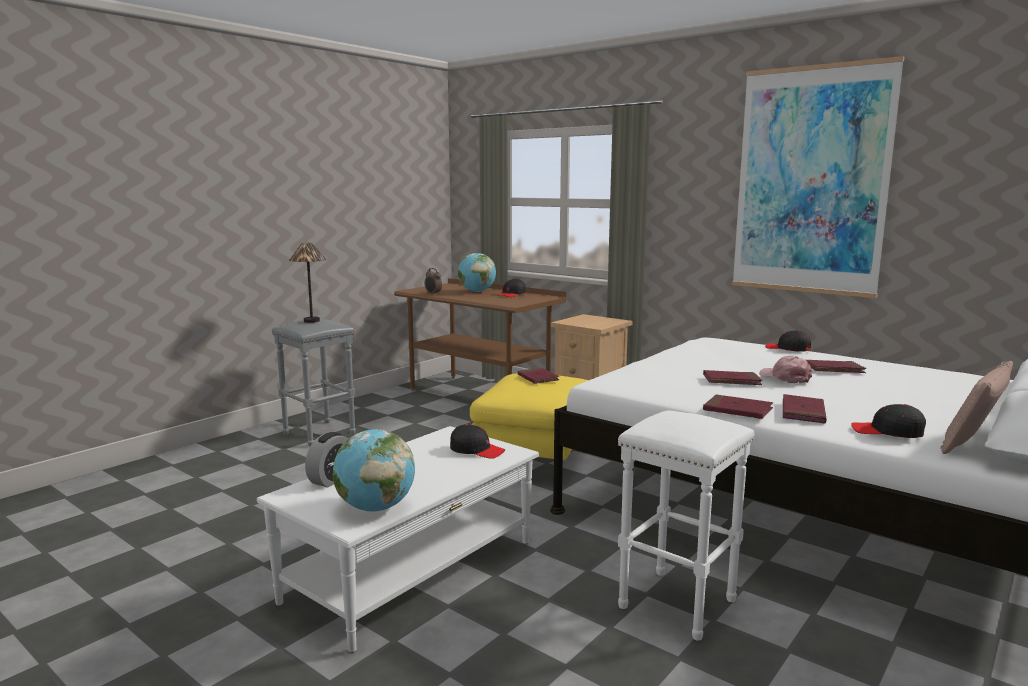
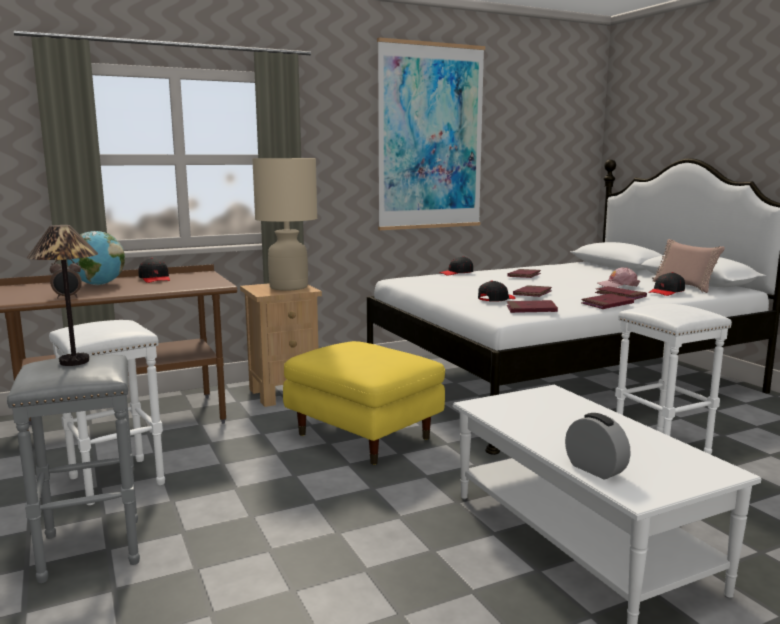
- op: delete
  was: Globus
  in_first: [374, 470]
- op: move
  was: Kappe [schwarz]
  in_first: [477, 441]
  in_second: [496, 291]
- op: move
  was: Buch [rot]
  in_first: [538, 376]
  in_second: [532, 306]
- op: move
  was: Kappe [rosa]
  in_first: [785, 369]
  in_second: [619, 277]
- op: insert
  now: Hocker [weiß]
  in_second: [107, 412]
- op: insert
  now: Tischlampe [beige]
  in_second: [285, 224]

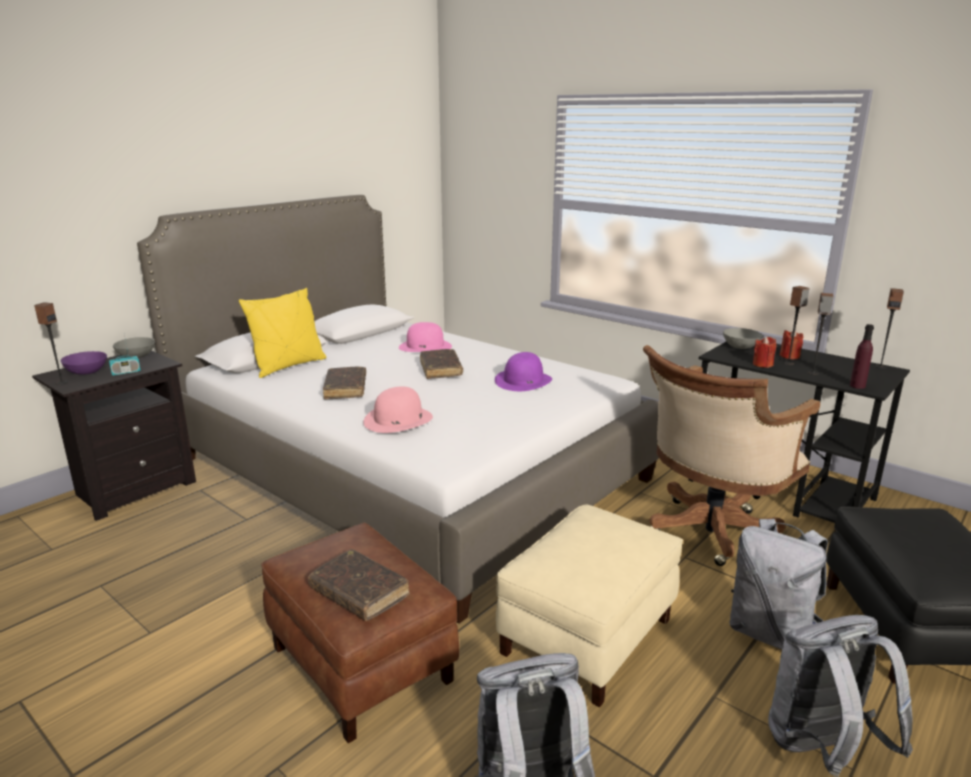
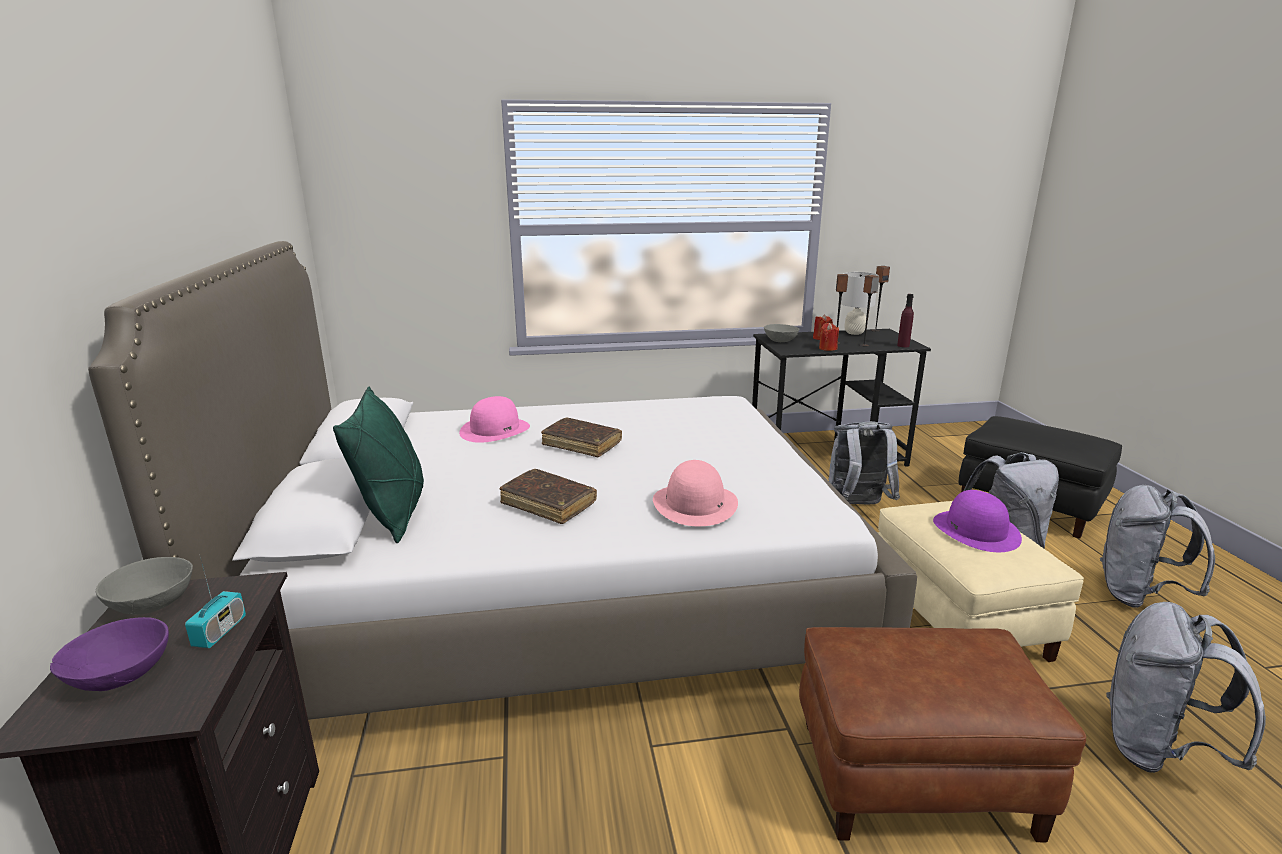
- op: delete
  was: Lautsprecher
  in_first: [51, 343]
- op: recolor
  was: Kissen [gelb]
  now: Kissen [grün]
  in_first: [282, 333]
  in_second: [378, 464]
- op: delete
  was: Buch [braun]
  in_first: [359, 585]
- op: move
  was: Hut [lila]
  in_first: [523, 371]
  in_second: [977, 521]
- op: replace
  was: Bürostuhl
  now: Rucksack [grau]
  in_first: [731, 455]
  in_second: [864, 463]
- op: insert
  now: Tischlampe [grau]
  in_second: [860, 303]

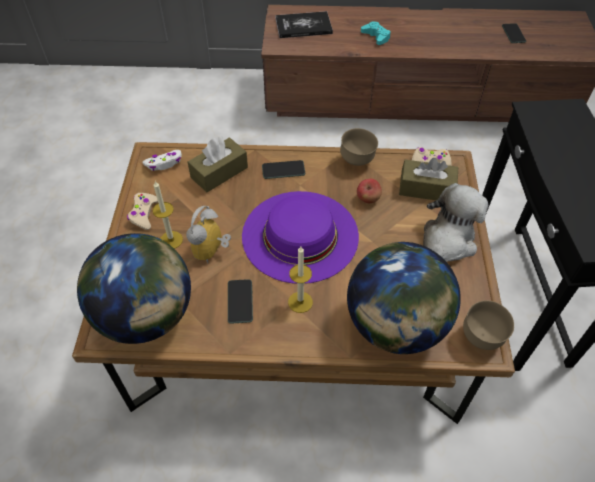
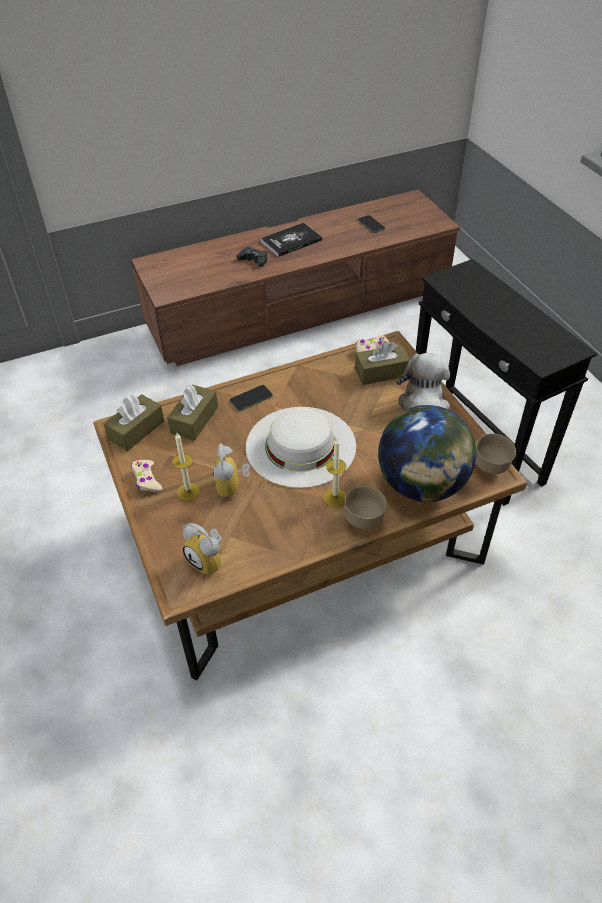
- op: replace
  was: Globus
  now: Wecker
  in_first: [134, 288]
  in_second: [202, 549]
- op: replace
  was: Gamepad [weiß]
  now: Taschentuchbox [braun]
  in_first: [162, 160]
  in_second: [134, 422]
- op: delete
  was: Handy
  in_first: [240, 301]
- op: recolor
  was: Hut [lila]
  now: Hut [weiß]
  in_first: [300, 237]
  in_second: [301, 447]
- op: move
  was: Buch
  in_first: [304, 24]
  in_second: [291, 239]
- op: move
  was: Schüssel [braun]
  in_first: [359, 147]
  in_second: [365, 507]
- op: delete
  was: Apfel
  in_first: [369, 191]
- op: recolor
  was: Gamepad [türkis]
  now: Gamepad [schwarz]
  in_first: [376, 33]
  in_second: [252, 256]

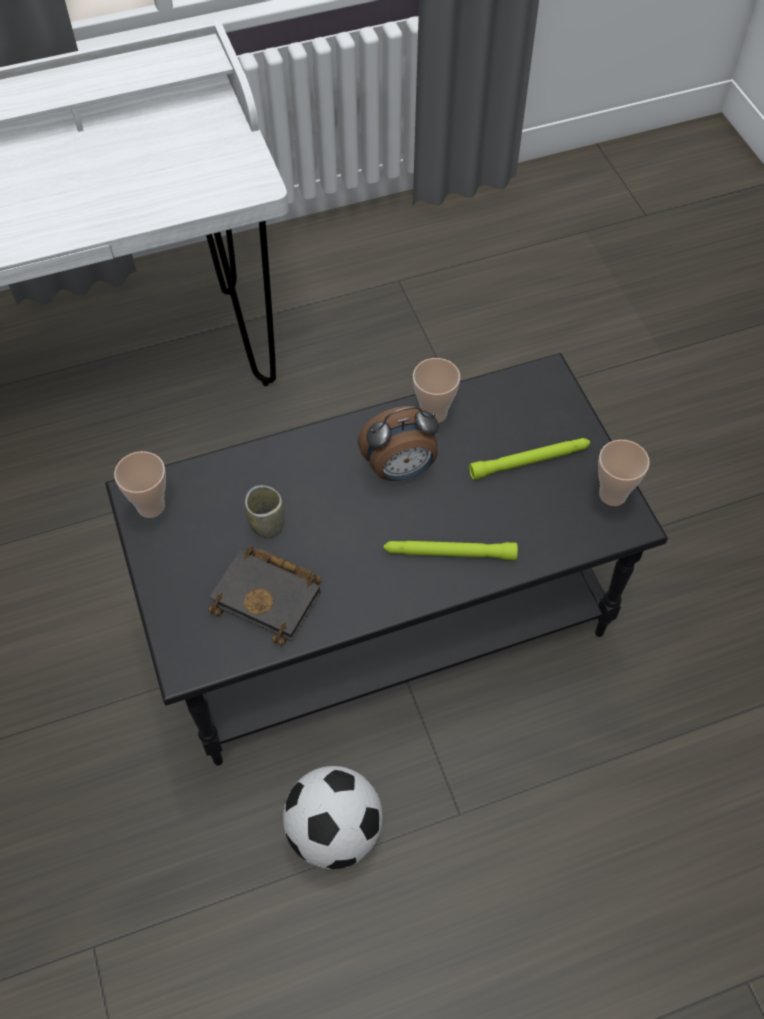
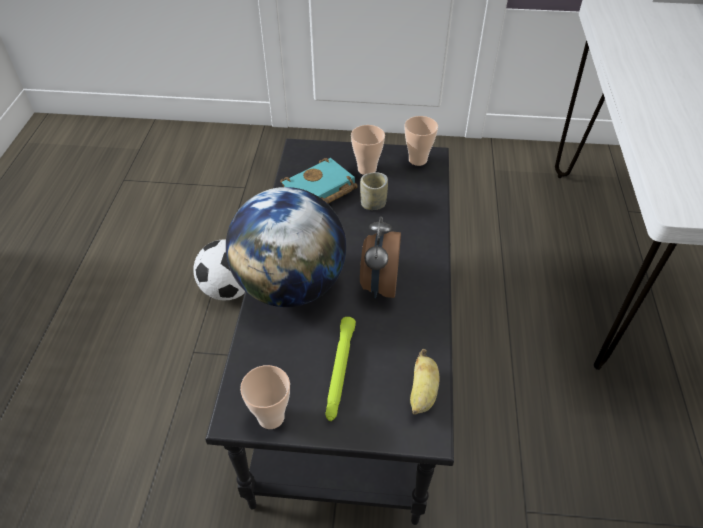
- op: recolor
  was: Buch [schwarz]
  now: Buch [türkis]
  in_first: [265, 596]
  in_second: [319, 181]
- op: replace
  was: Taschenlampe [grün]
  now: Globus
  in_first: [451, 550]
  in_second: [286, 247]
- op: move
  was: Tasse
  in_first: [436, 390]
  in_second: [368, 150]
- op: insert
  now: Banane
  in_second: [425, 381]

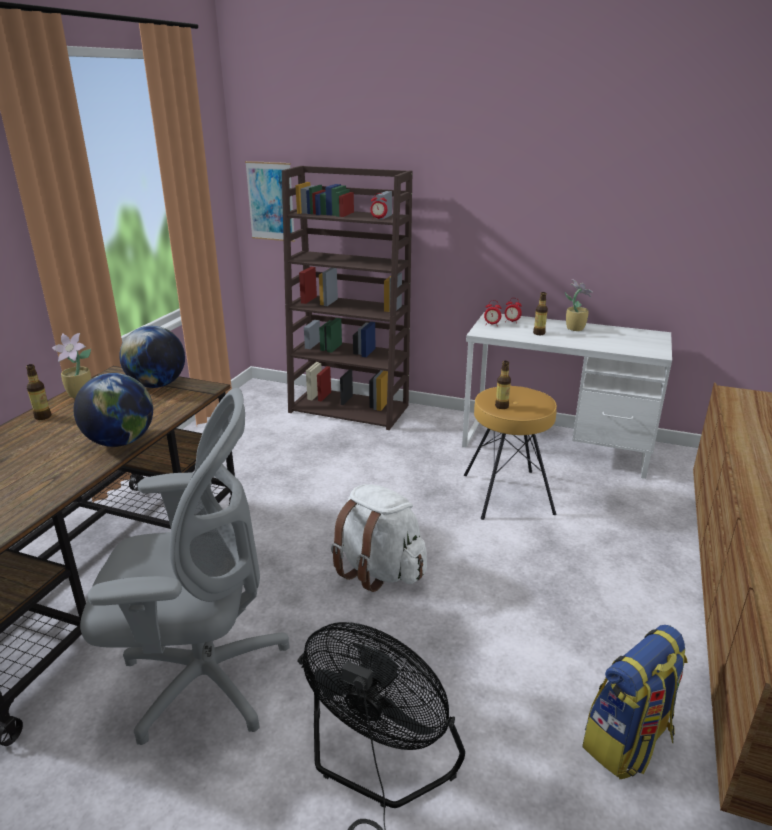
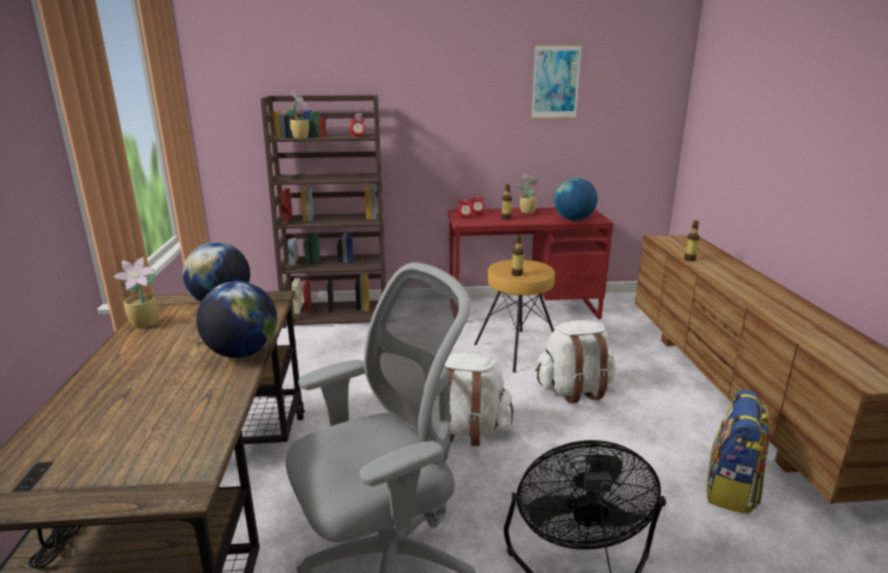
- op: move
  was: Flasche
  in_first: [38, 392]
  in_second: [691, 241]
- op: move
  was: Bild
  in_first: [270, 201]
  in_second: [556, 81]
- op: recolor
  was: Schreibtisch [weiß]
  now: Schreibtisch [rot]
  in_first: [567, 395]
  in_second: [530, 263]
- op: insert
  now: Topfpflanze
  in_second: [298, 114]
- op: insert
  now: Rucksack [weiß]
  in_second: [575, 361]
- op: insert
  now: Globus
  in_second: [576, 199]

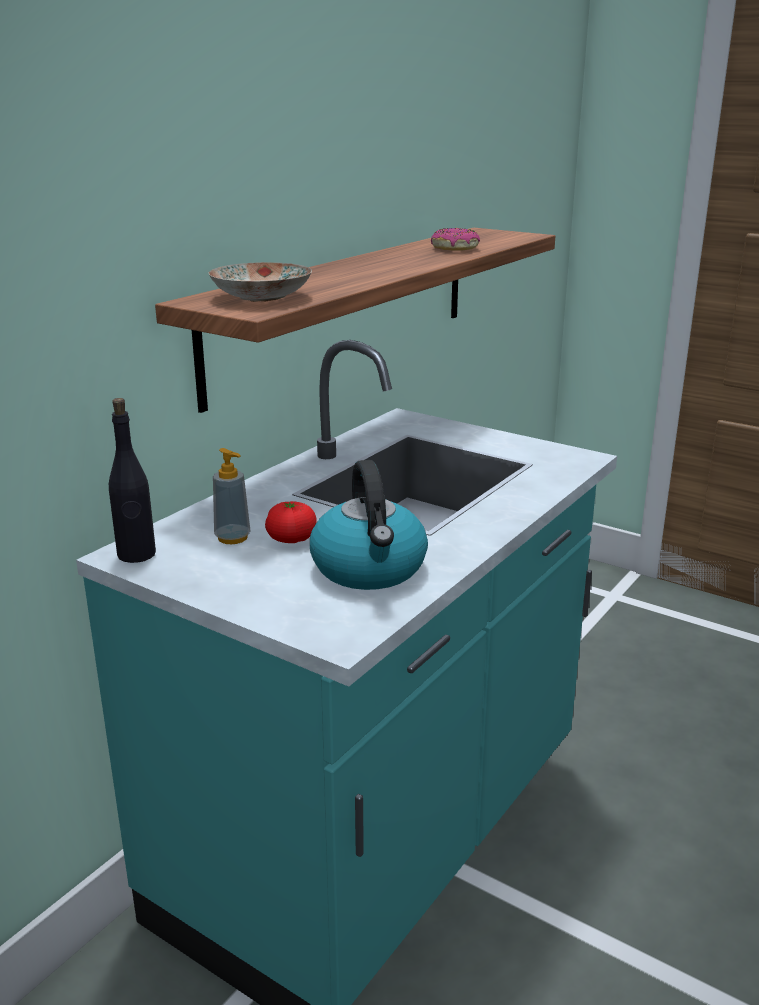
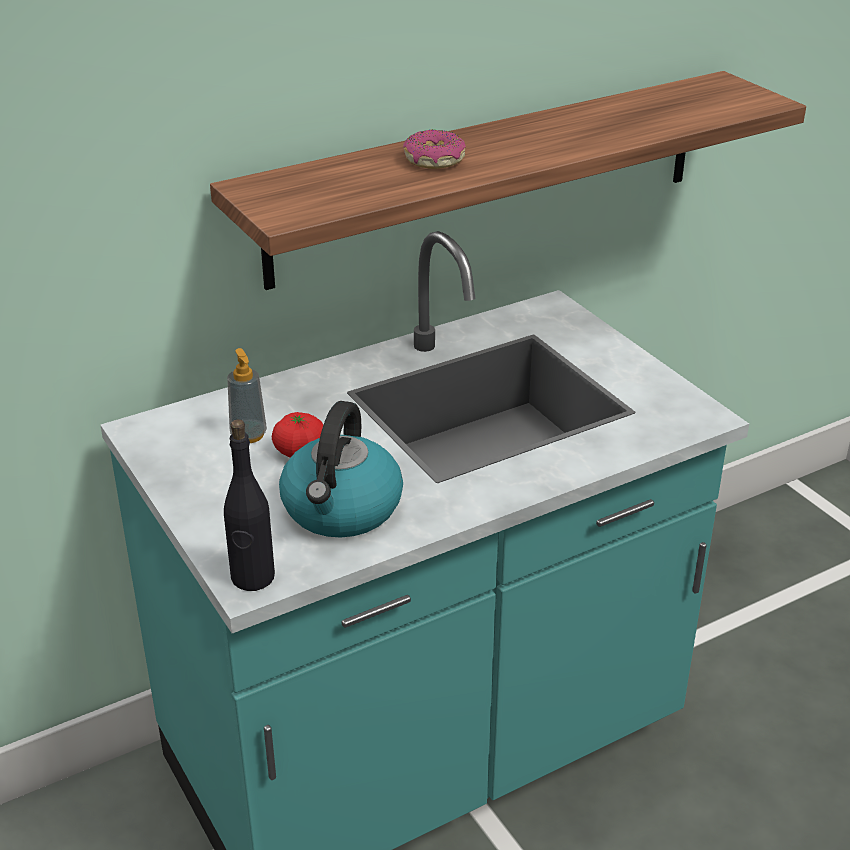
- op: move
  was: Flasche [schwarz]
  in_first: [132, 480]
  in_second: [249, 505]
- op: delete
  was: Teller
  in_first: [260, 282]
- op: move
  was: Donut
  in_first: [455, 239]
  in_second: [434, 149]

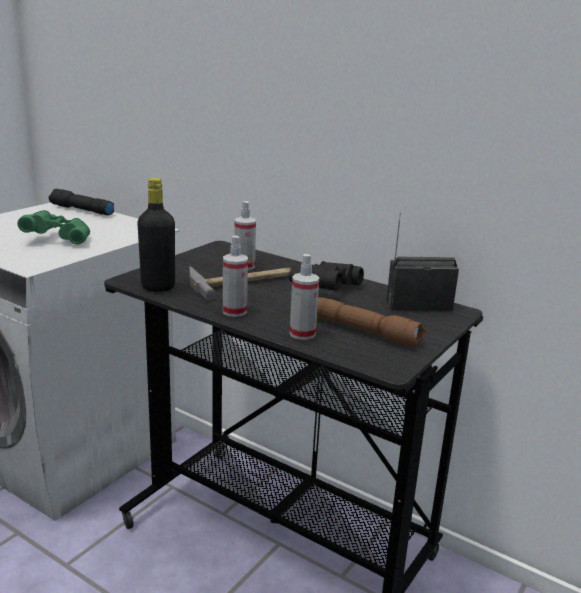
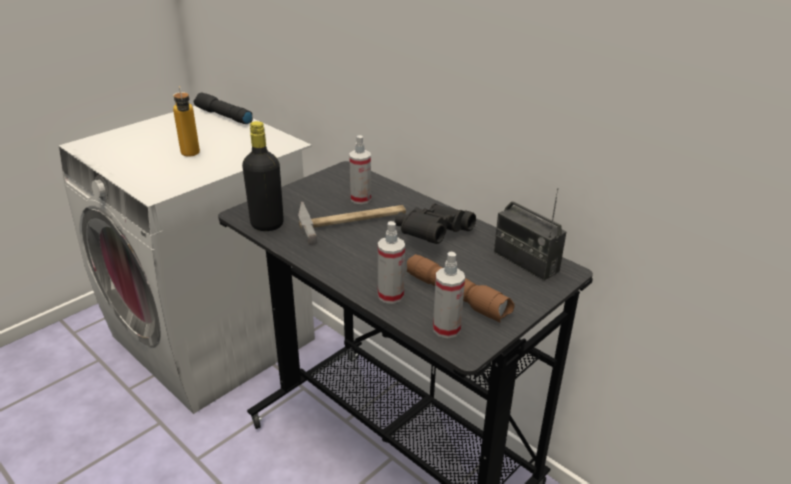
- op: replace
  was: Fernglas [grün]
  now: Flasche
  in_first: [53, 227]
  in_second: [186, 121]
- op: move
  was: Sprühflasche
  in_first: [235, 276]
  in_second: [449, 294]
- op: rotate
  was: Radio
  in_first: [422, 262]
  in_second: [530, 234]
  clockwise: -135

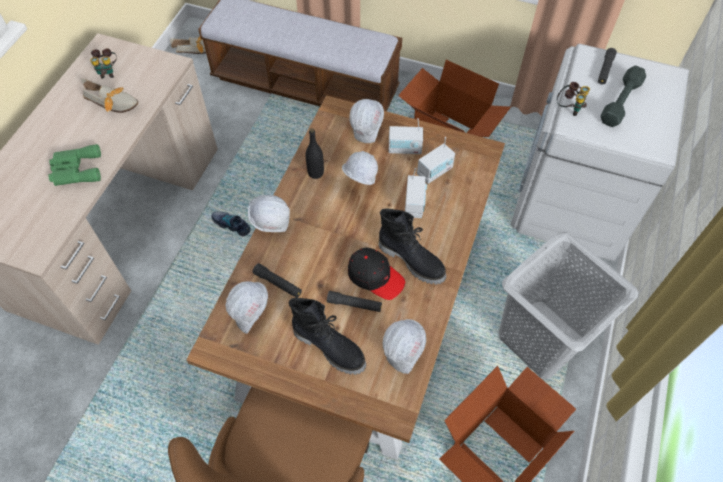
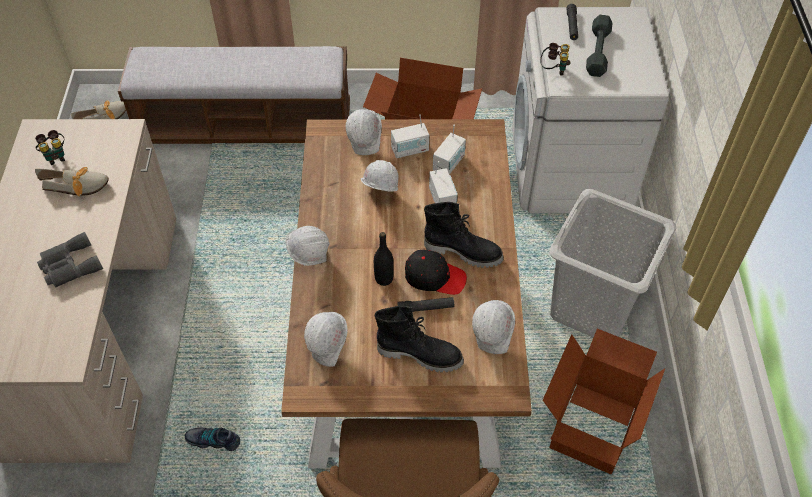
- op: recolor
  was: Fernglas [grün]
  now: Fernglas [grau]
  in_first: [74, 165]
  in_second: [70, 260]
- op: move
  was: Schuh
  in_first: [231, 224]
  in_second: [212, 439]
- op: delete
  was: Taschenlampe [schwarz]
  in_first: [277, 280]
- op: move
  was: Flasche [schwarz]
  in_first: [315, 153]
  in_second: [384, 259]

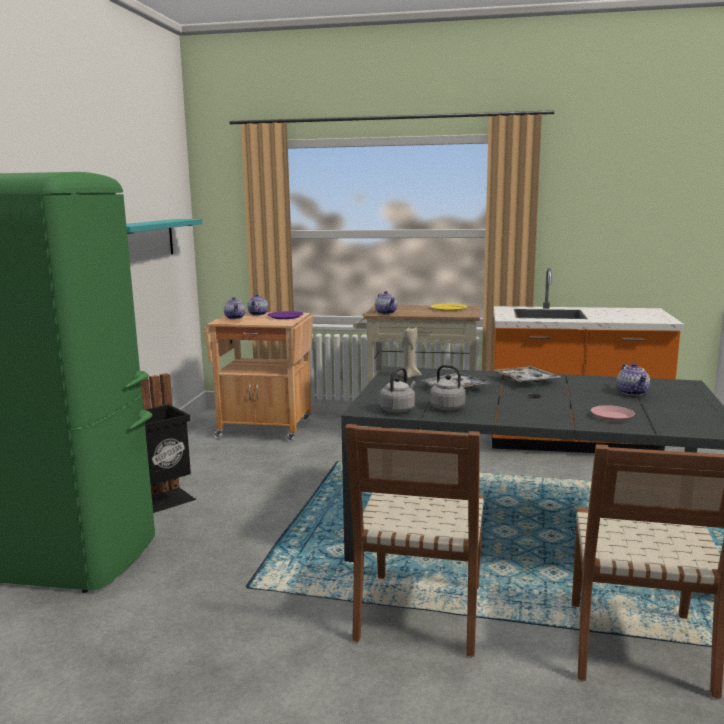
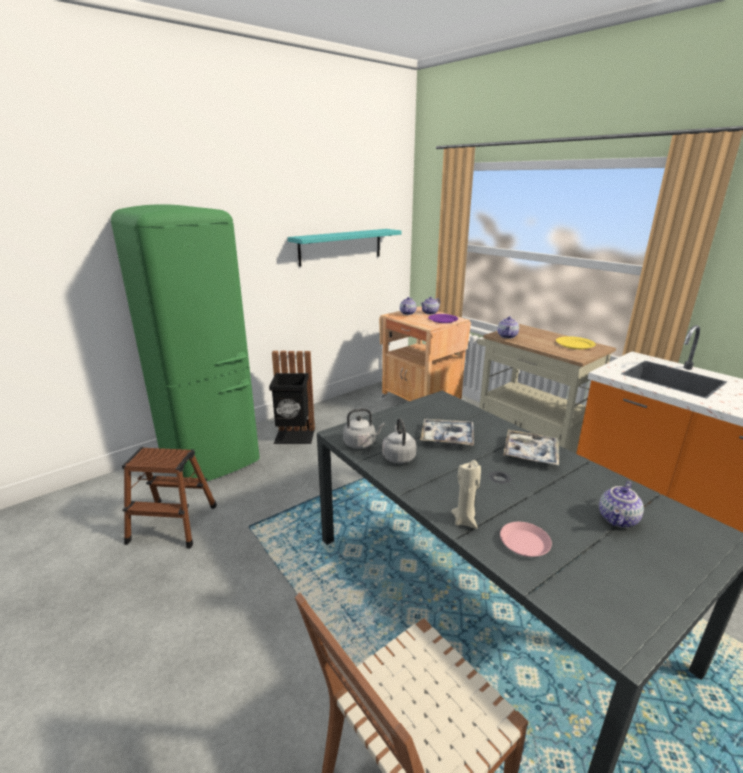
- op: delete
  was: Stuhl
  in_first: [414, 540]
- op: move
  was: Kerze [beige]
  in_first: [409, 353]
  in_second: [466, 494]
- op: insert
  now: Trittleiter [braun]
  in_second: [169, 498]

